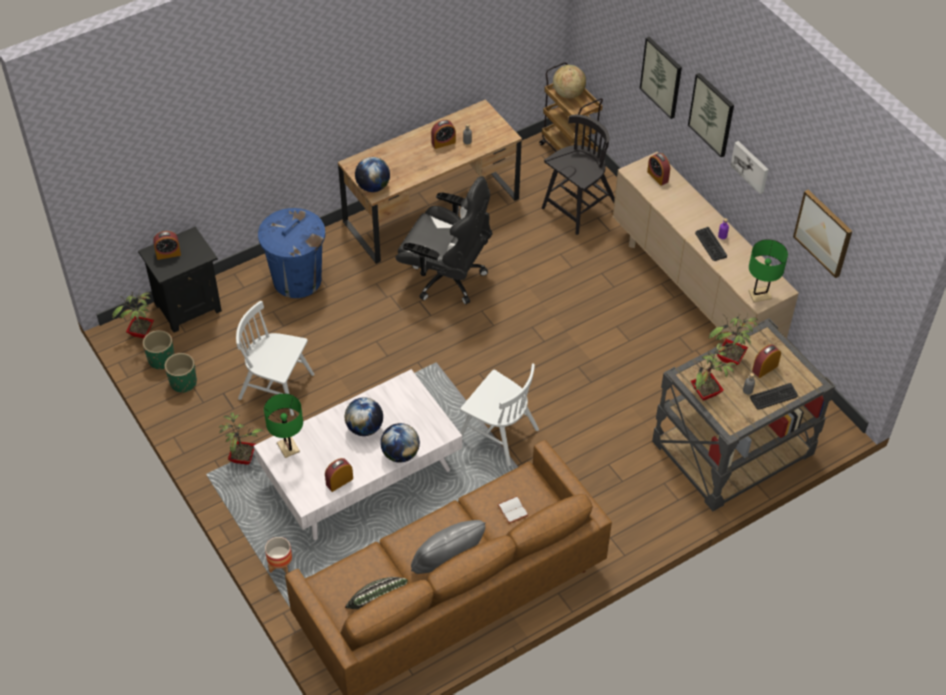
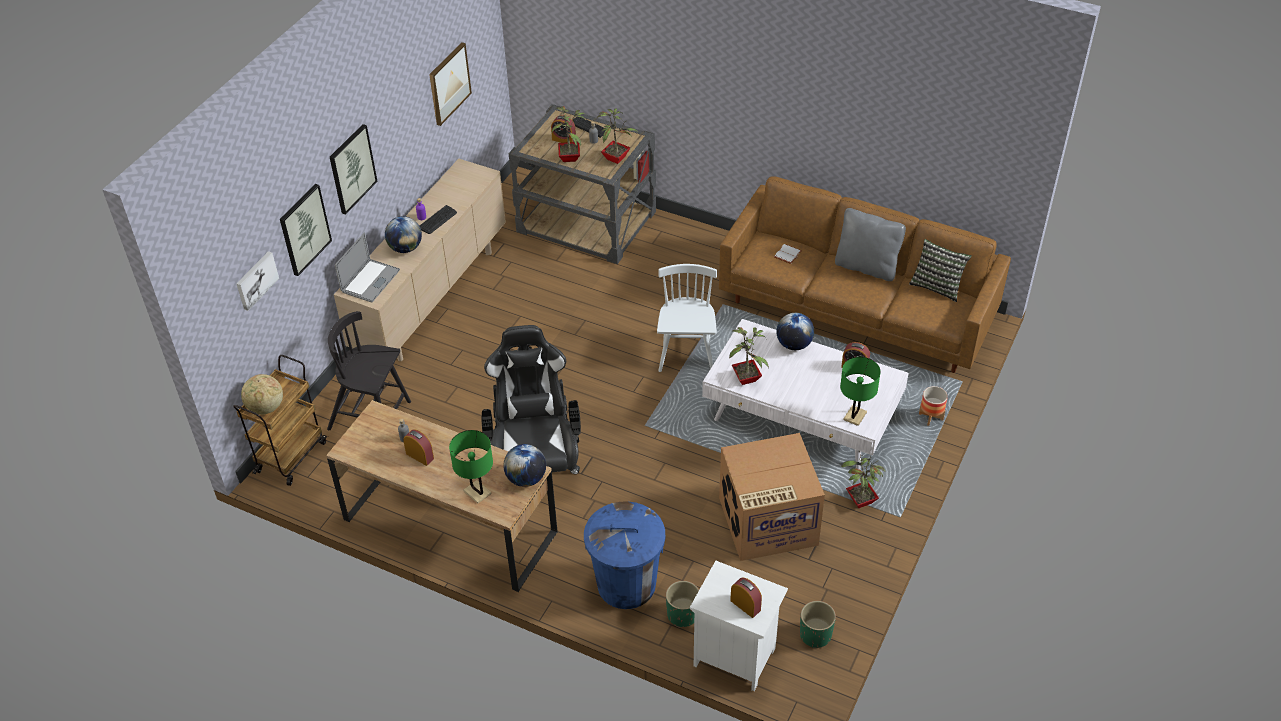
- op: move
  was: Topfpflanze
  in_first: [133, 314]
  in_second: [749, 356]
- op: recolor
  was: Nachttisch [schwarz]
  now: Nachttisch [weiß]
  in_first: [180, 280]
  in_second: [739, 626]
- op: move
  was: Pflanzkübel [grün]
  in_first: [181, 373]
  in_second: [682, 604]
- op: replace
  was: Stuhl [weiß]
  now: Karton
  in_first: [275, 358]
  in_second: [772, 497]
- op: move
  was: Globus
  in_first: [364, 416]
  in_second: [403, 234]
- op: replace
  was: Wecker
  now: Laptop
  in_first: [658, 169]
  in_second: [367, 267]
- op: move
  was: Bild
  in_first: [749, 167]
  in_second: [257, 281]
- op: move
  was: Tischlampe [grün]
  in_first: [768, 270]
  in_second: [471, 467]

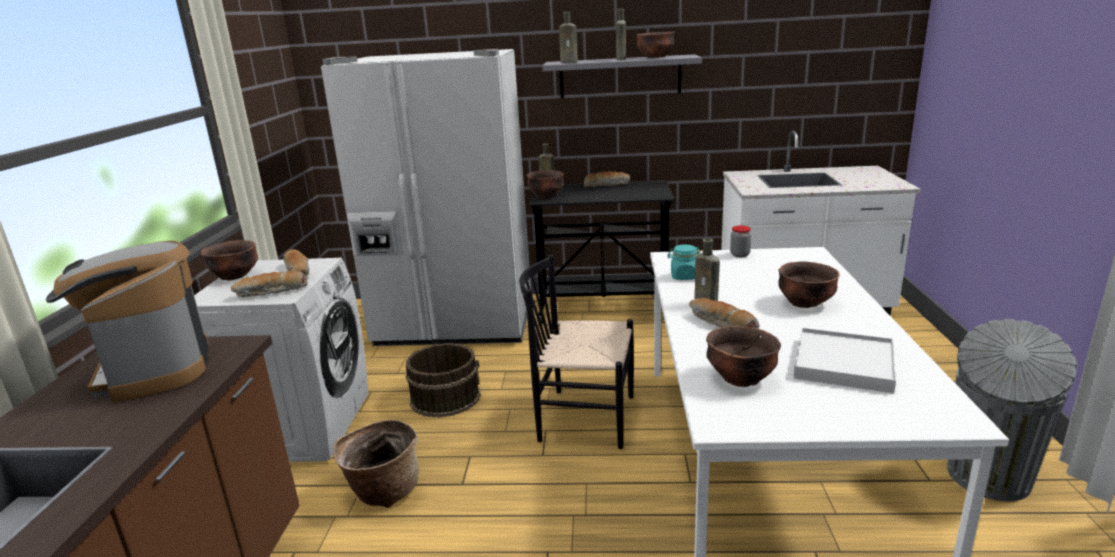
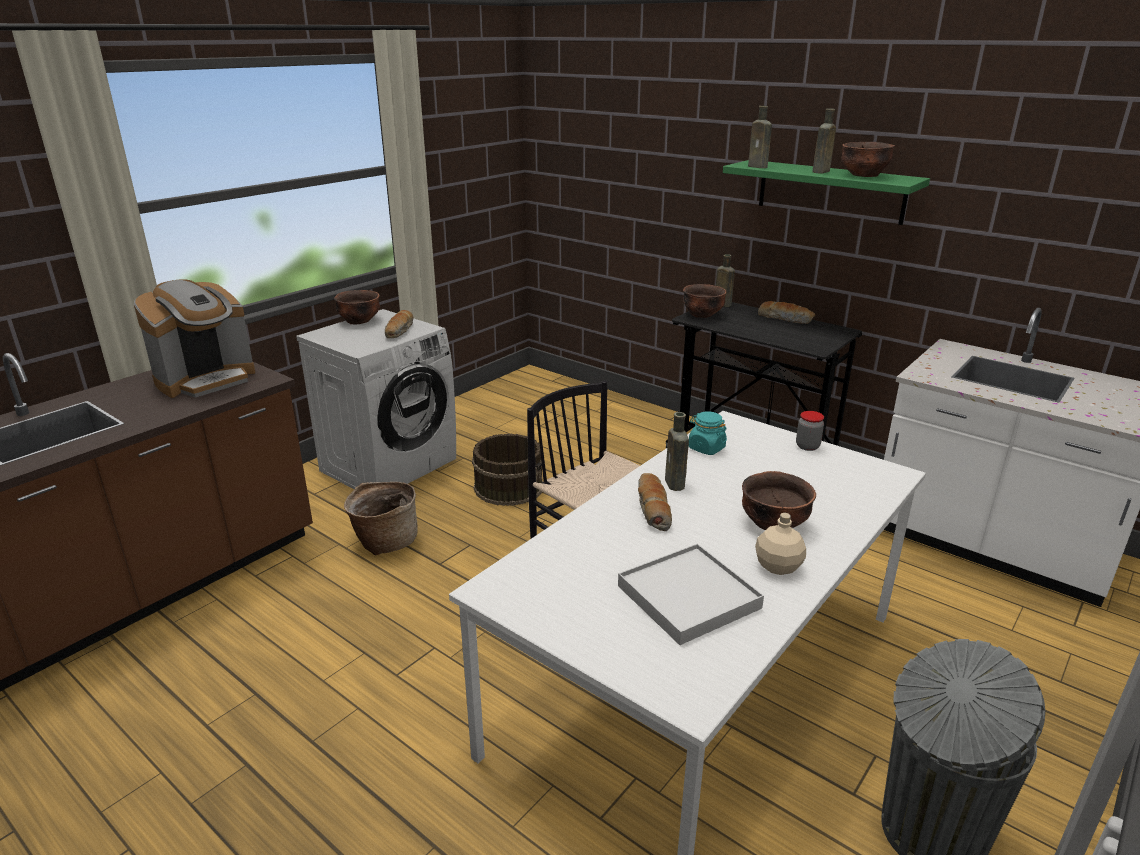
- op: rotate
  was: Kaffeemaschine
  in_first: [127, 321]
  in_second: [194, 338]
  clockwise: -150
- op: delete
  was: Brot
  in_first: [269, 283]
- op: delete
  was: Kühlschrank [weiß]
  in_first: [426, 197]
- op: recolor
  was: Wandregal [grau]
  now: Wandregal [grün]
  in_first: [622, 76]
  in_second: [826, 192]
- op: delete
  was: Schüssel [braun]
  in_first: [743, 356]
- op: insert
  now: Flasche [beige]
  in_second: [780, 544]

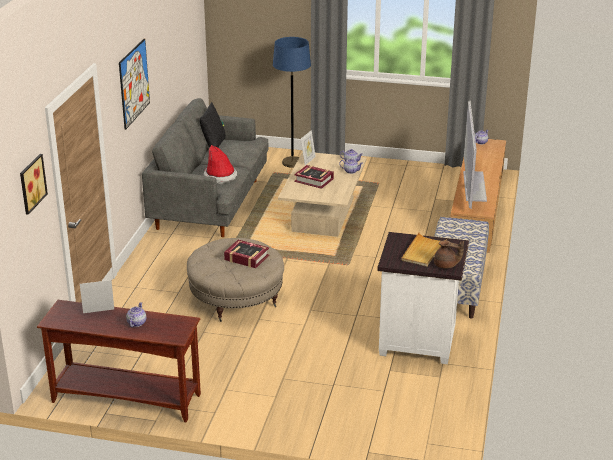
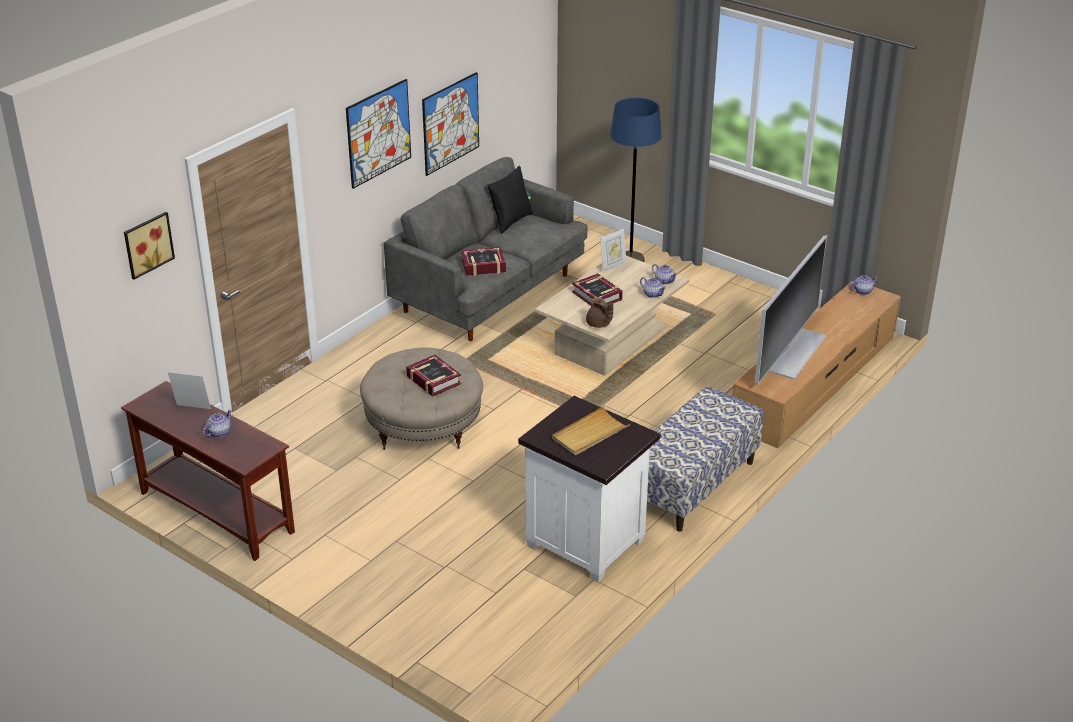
- op: replace
  was: Hut
  now: Buch
  in_first: [220, 164]
  in_second: [483, 261]
- op: move
  was: Teekanne [braun]
  in_first: [449, 254]
  in_second: [599, 313]
- op: insert
  now: Bild
  in_second: [450, 124]

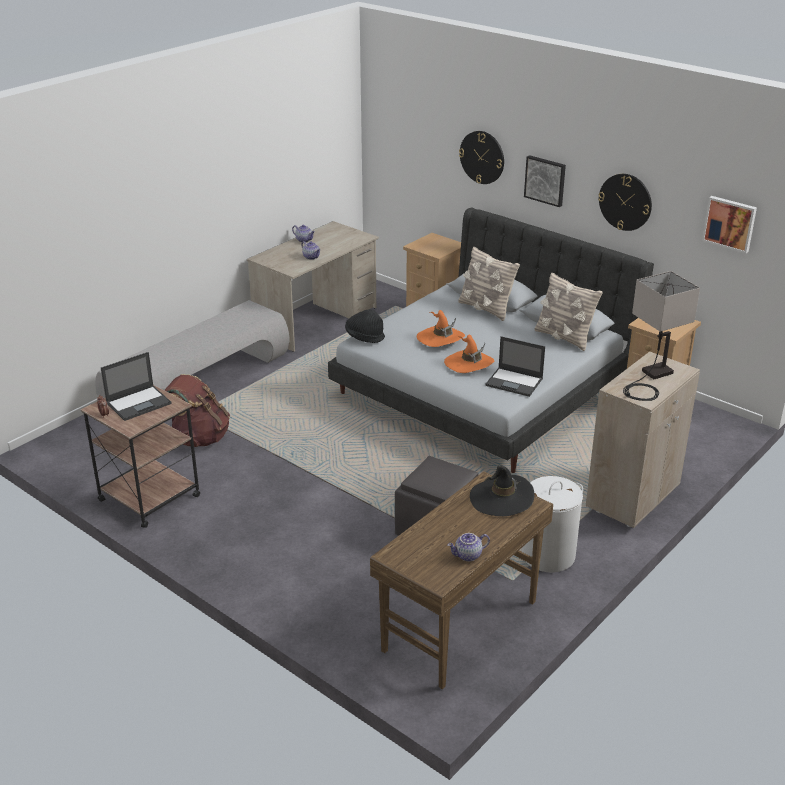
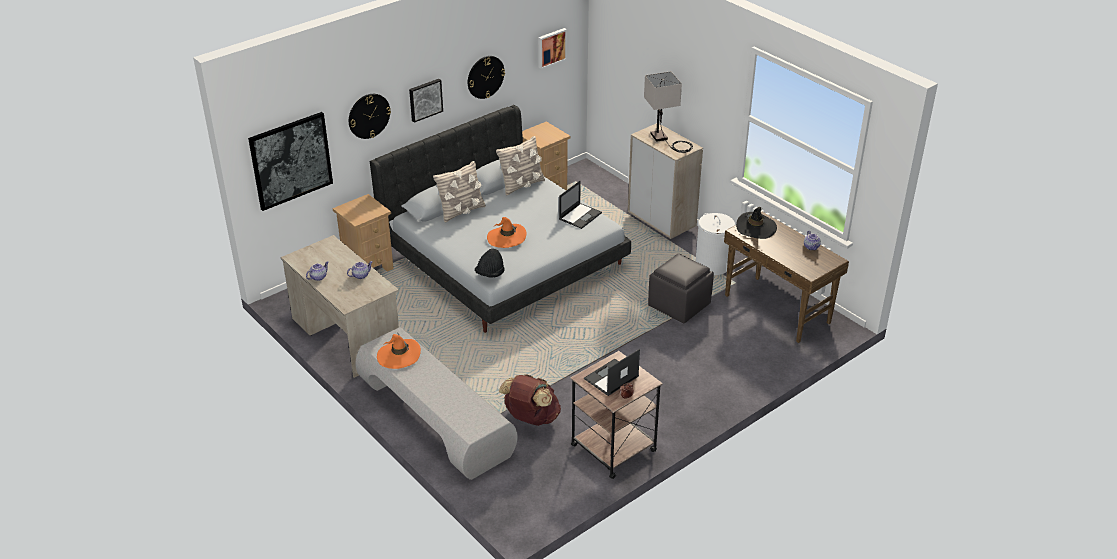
- op: rotate
  was: Laptop
  in_first: [136, 386]
  in_second: [612, 372]
  clockwise: -105
- op: move
  was: Hut [orange]
  in_first: [469, 353]
  in_second: [399, 350]
- op: insert
  now: Bild
  in_second: [290, 161]

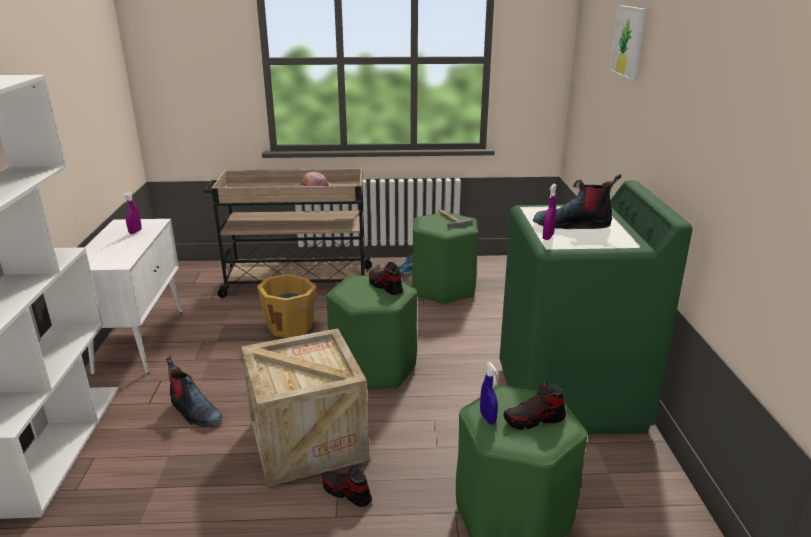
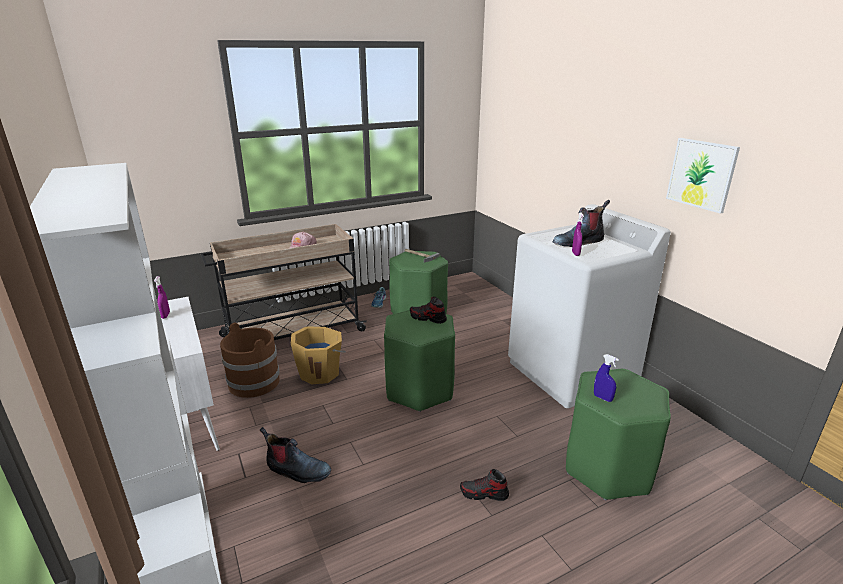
- op: delete
  was: Kiste
  in_first: [305, 407]
- op: recolor
  was: Waschmaschine [grün]
  now: Waschmaschine [weiß]
  in_first: [596, 307]
  in_second: [589, 306]
- op: delete
  was: Schuh
  in_first: [535, 406]
- op: move
  was: Bild
  in_first: [627, 43]
  in_second: [703, 176]
- op: insert
  now: Eimer [braun]
  in_second: [250, 360]

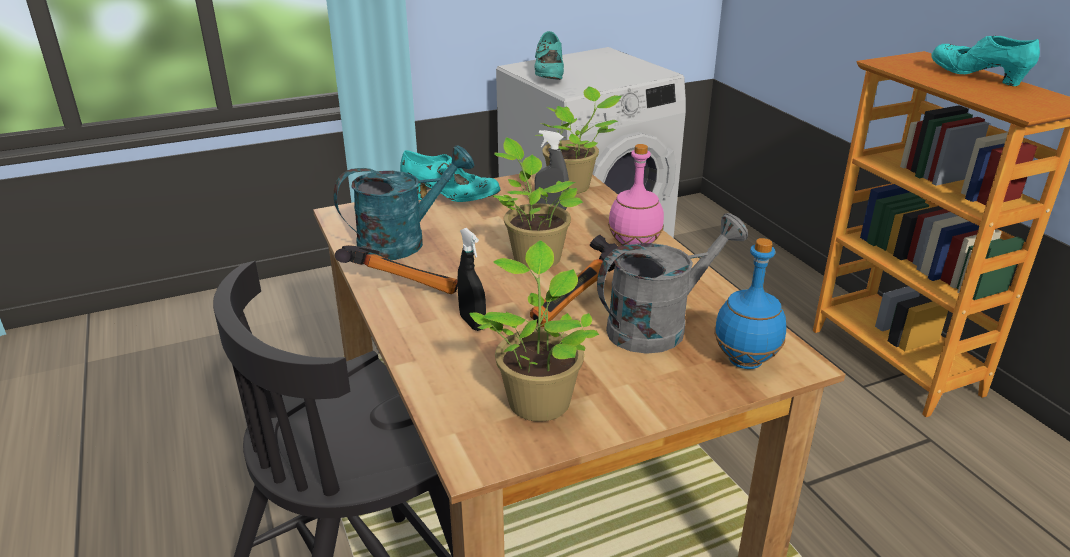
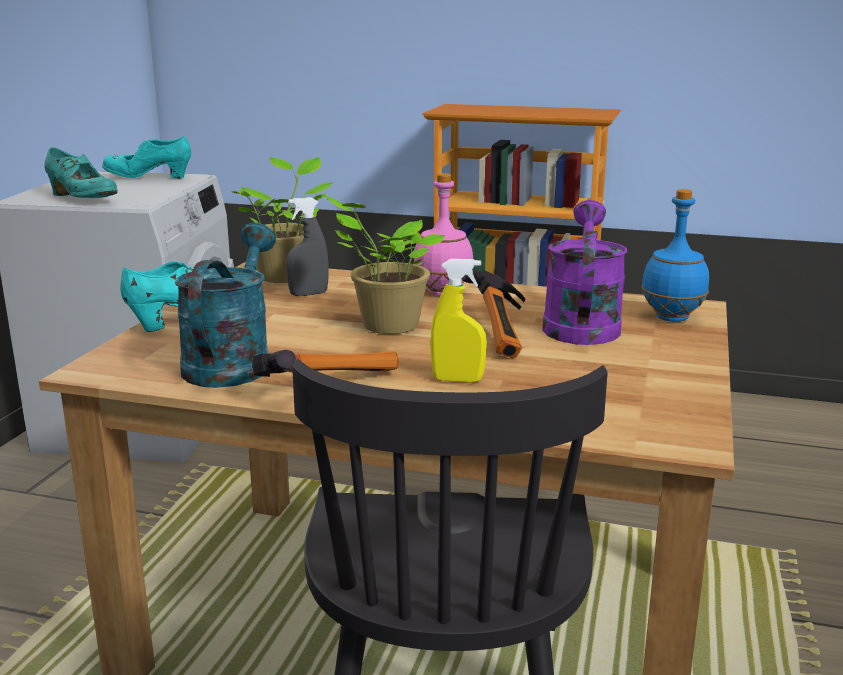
- op: recolor
  was: Sprühflasche [schwarz]
  now: Sprühflasche [gelb]
  in_first: [471, 279]
  in_second: [458, 321]
- op: delete
  was: Topfpflanze
  in_first: [534, 331]
- op: recolor
  was: Gießkanne [grau]
  now: Gießkanne [lila]
  in_first: [672, 283]
  in_second: [584, 272]
- op: move
  was: Schuh [türkis]
  in_first: [985, 61]
  in_second: [146, 157]

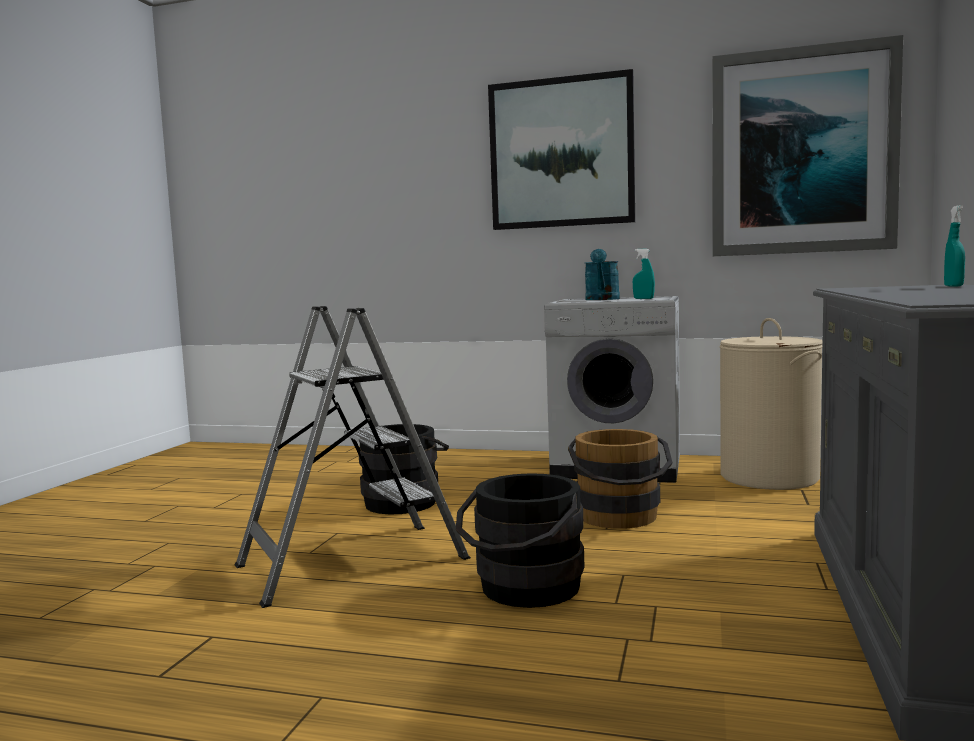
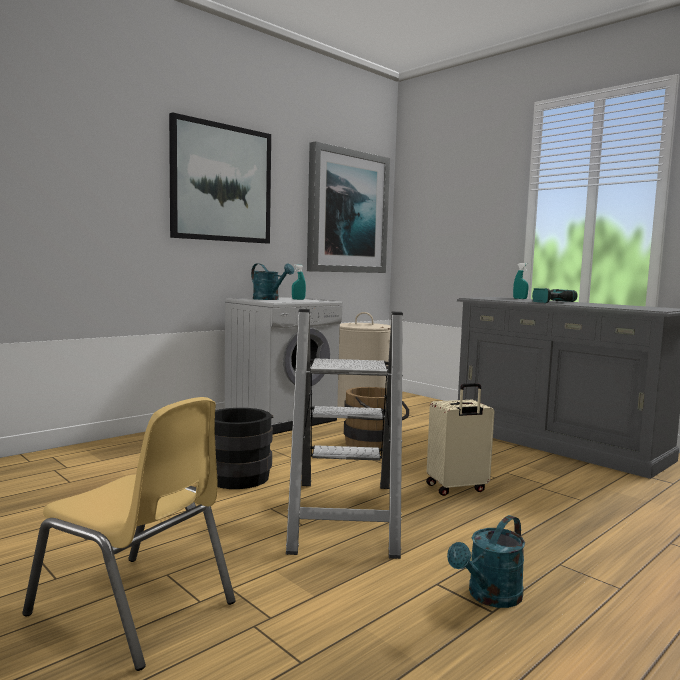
- op: replace
  was: Eimer [schwarz]
  now: Koffer [beige]
  in_first: [520, 540]
  in_second: [460, 439]
- op: insert
  now: Stuhl [gelb]
  in_second: [129, 534]
- op: insert
  now: Gießkanne [türkis]
  in_second: [486, 561]
- op: insert
  now: Bohrmaschine
  in_second: [554, 295]

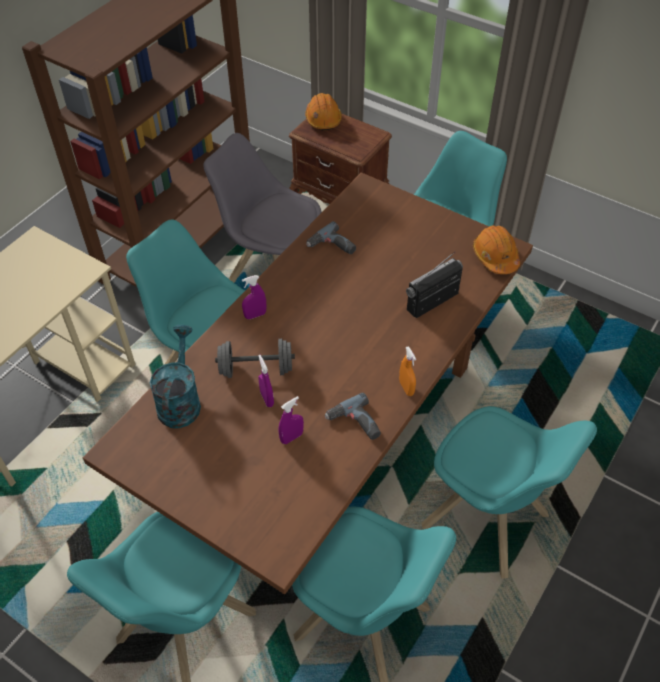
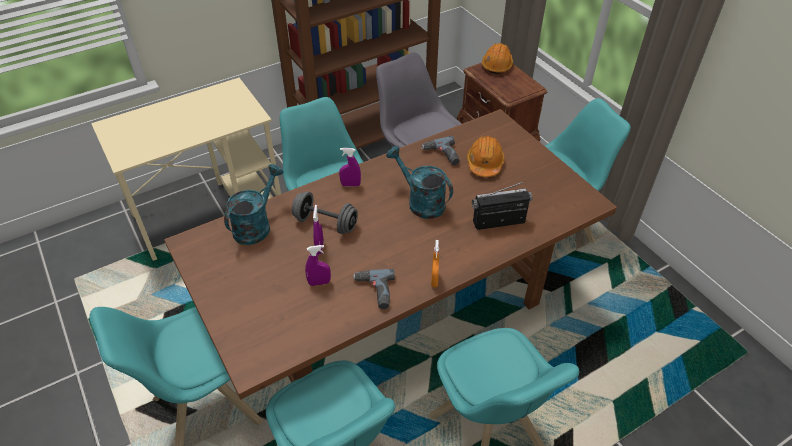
- op: move
  was: Schutzhelm [orange]
  in_first: [496, 250]
  in_second: [486, 156]
- op: insert
  now: Gießkanne [türkis]
  in_second: [419, 182]

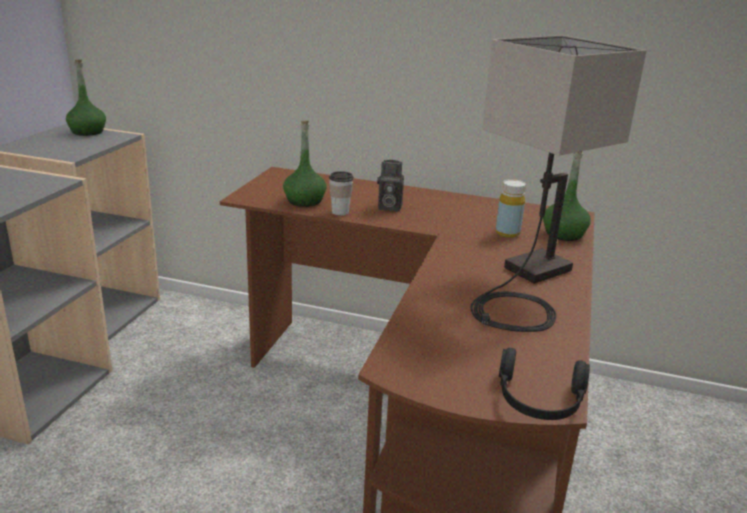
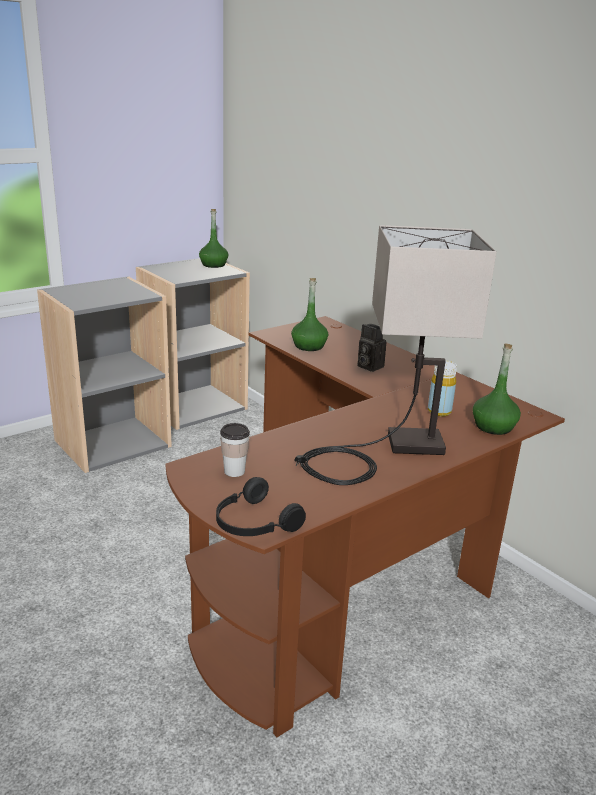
- op: move
  was: Tasse
  in_first: [341, 193]
  in_second: [235, 450]

